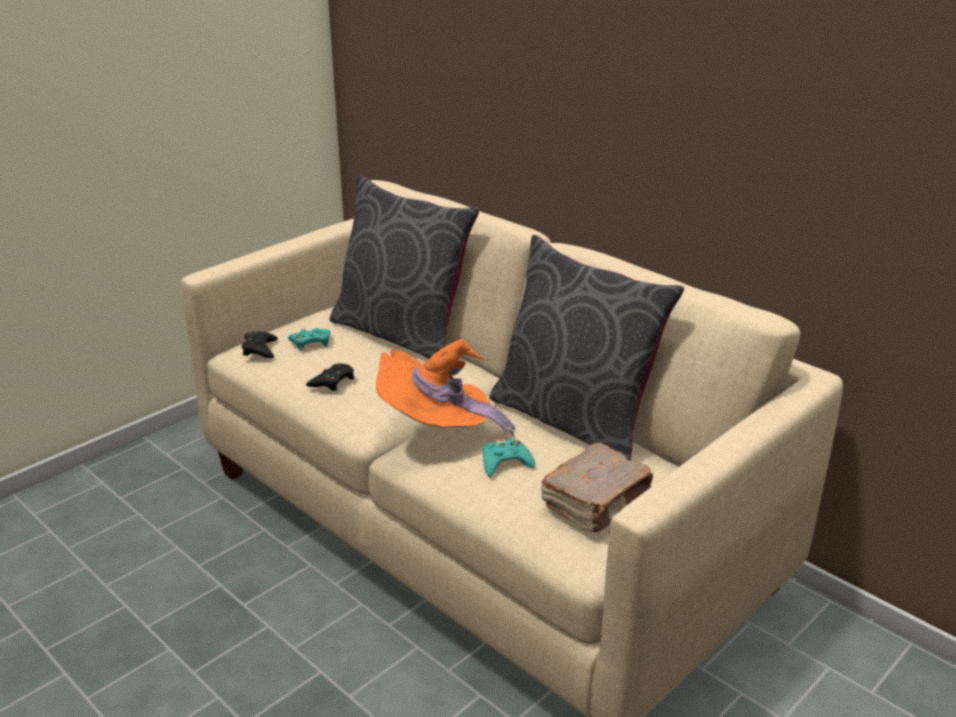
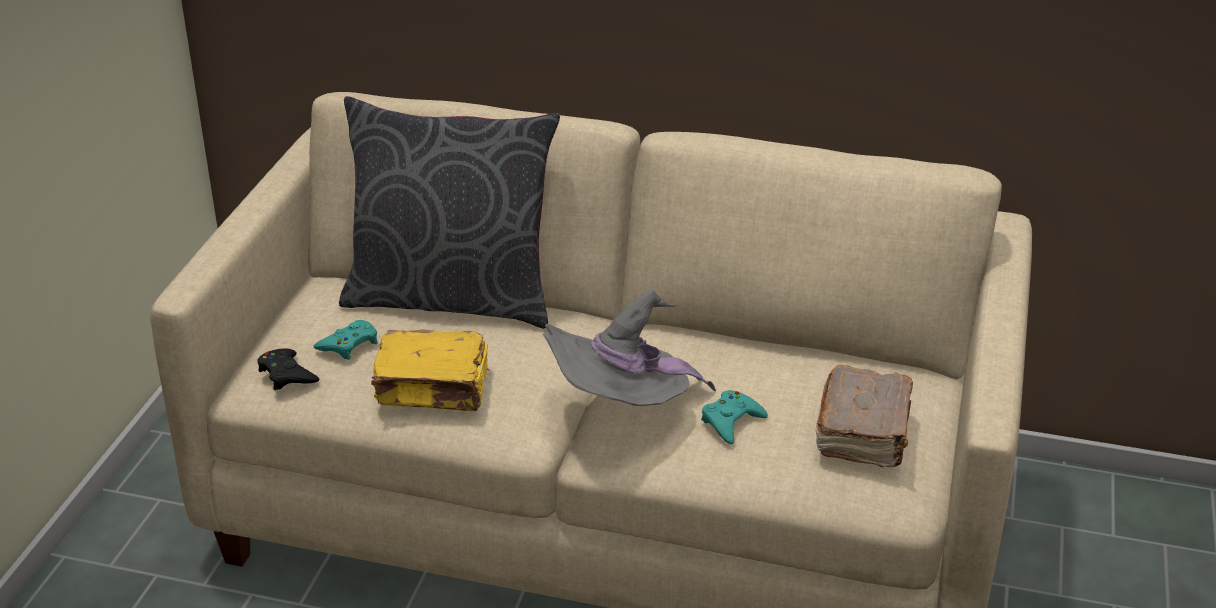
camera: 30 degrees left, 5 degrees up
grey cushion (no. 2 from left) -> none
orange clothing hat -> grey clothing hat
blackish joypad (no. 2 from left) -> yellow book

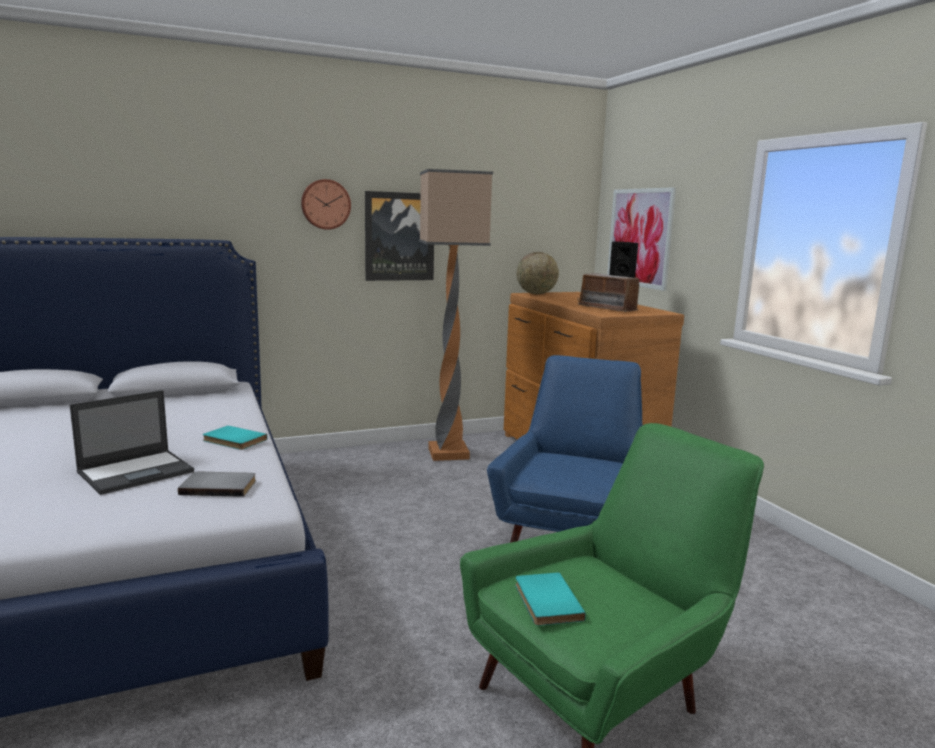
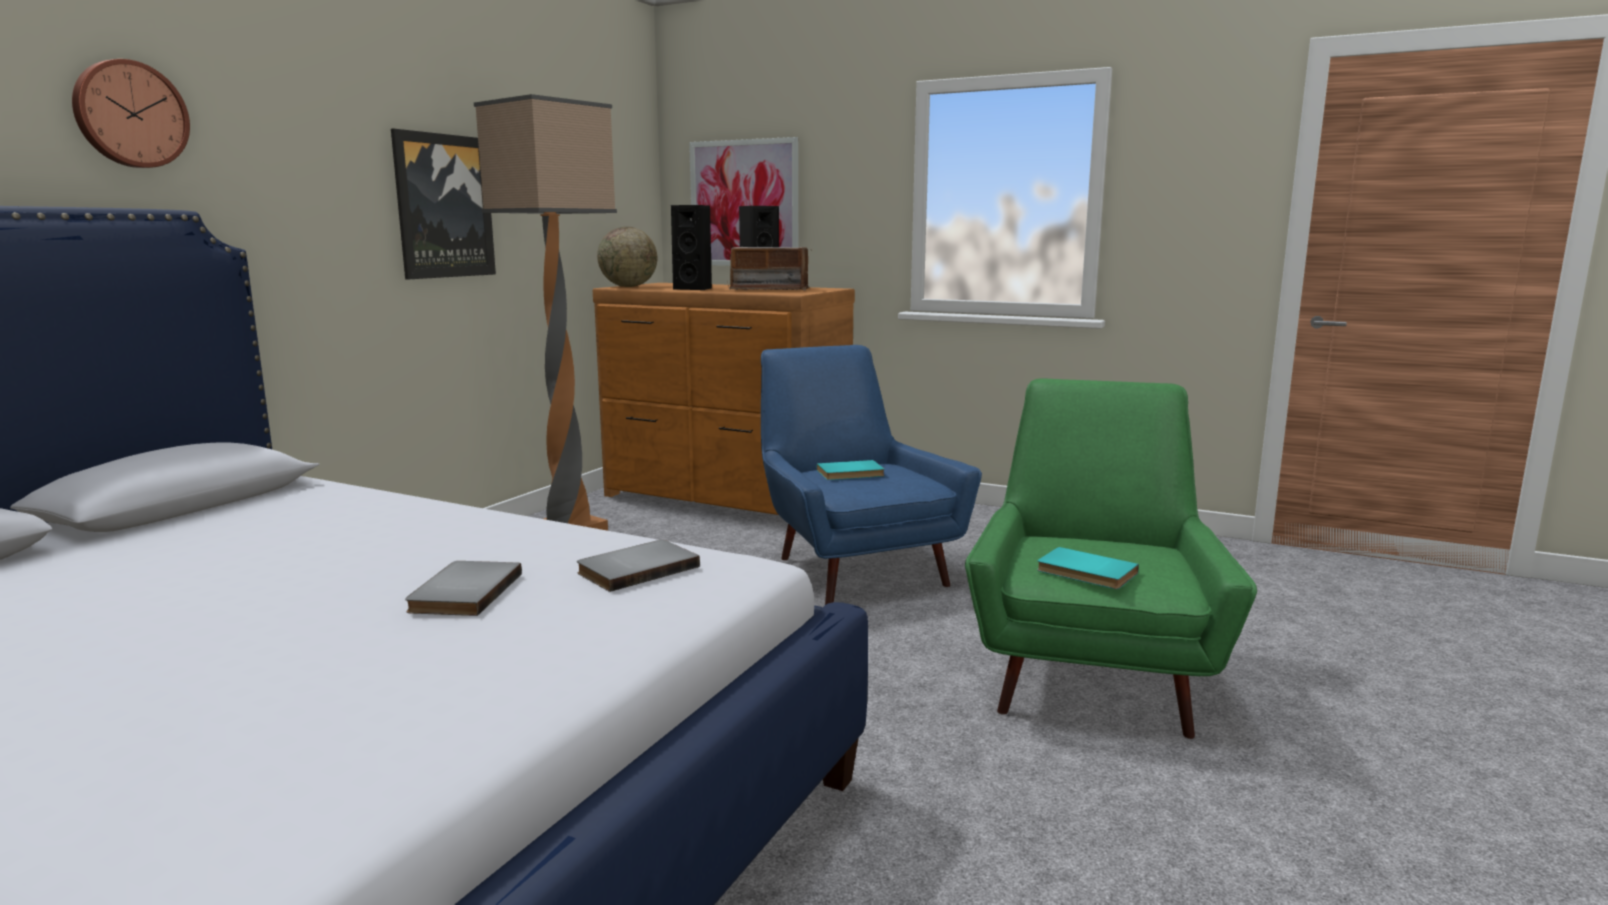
camera: 40 degrees left, 0 degrees up
hanging clock, relocated
laptop -> grey book (no. 1 from left)
turquoise-coloured book (no. 1 from left), relocated
none -> blackish audio speaker (no. 1 from left)

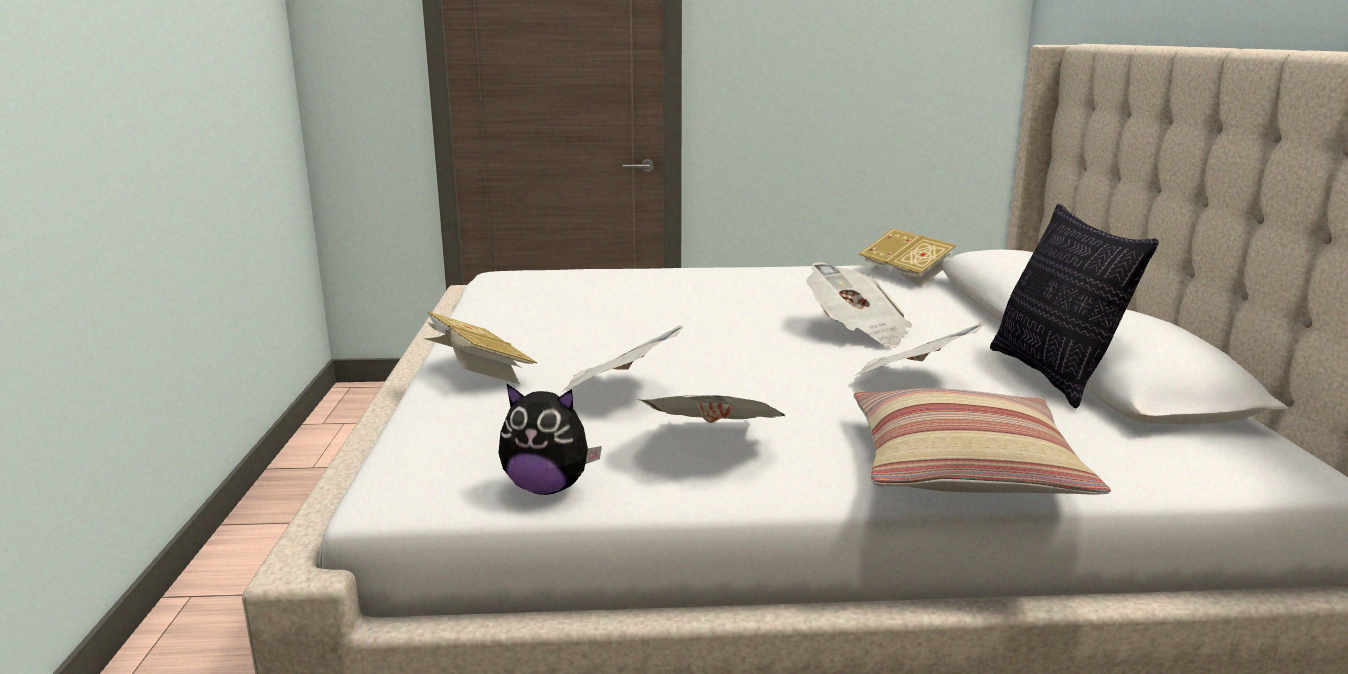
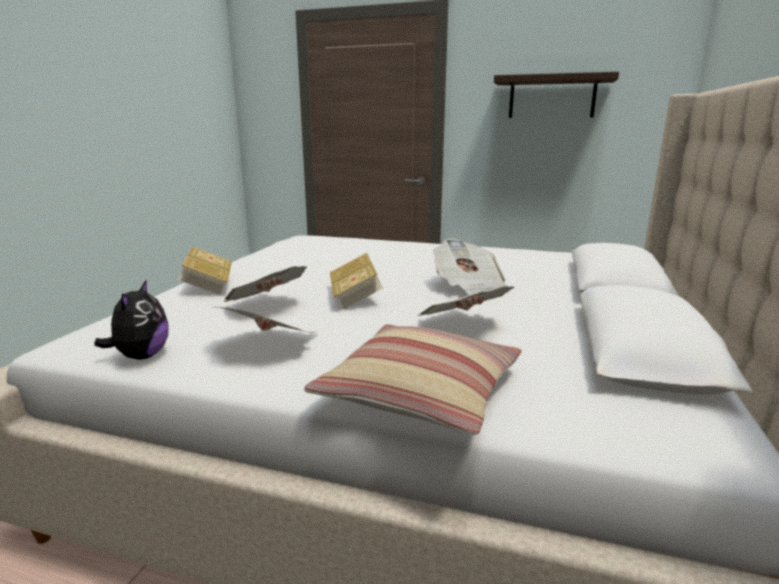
camera: 20 degrees right, 0 degrees up
cushion (no. 2 from left) -> none
book (no. 2 from left), relocated
plush toy, 120 degrees counterclockwise
none -> wall shelf

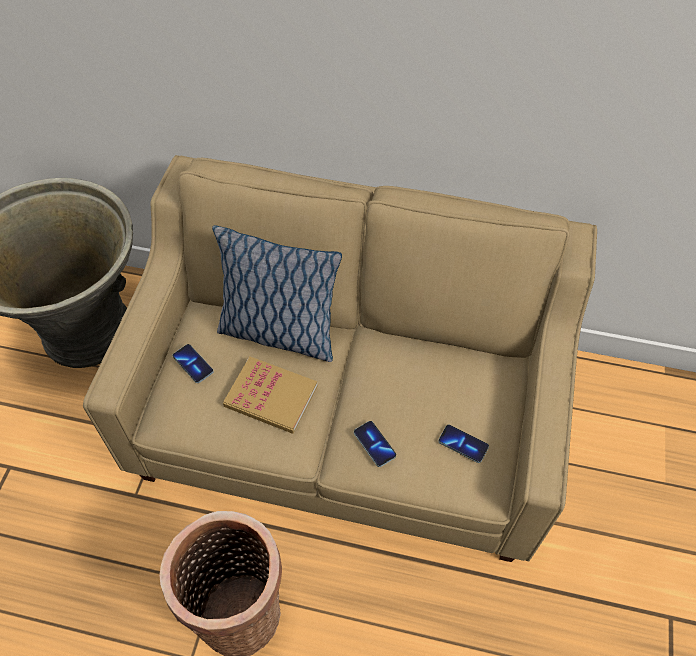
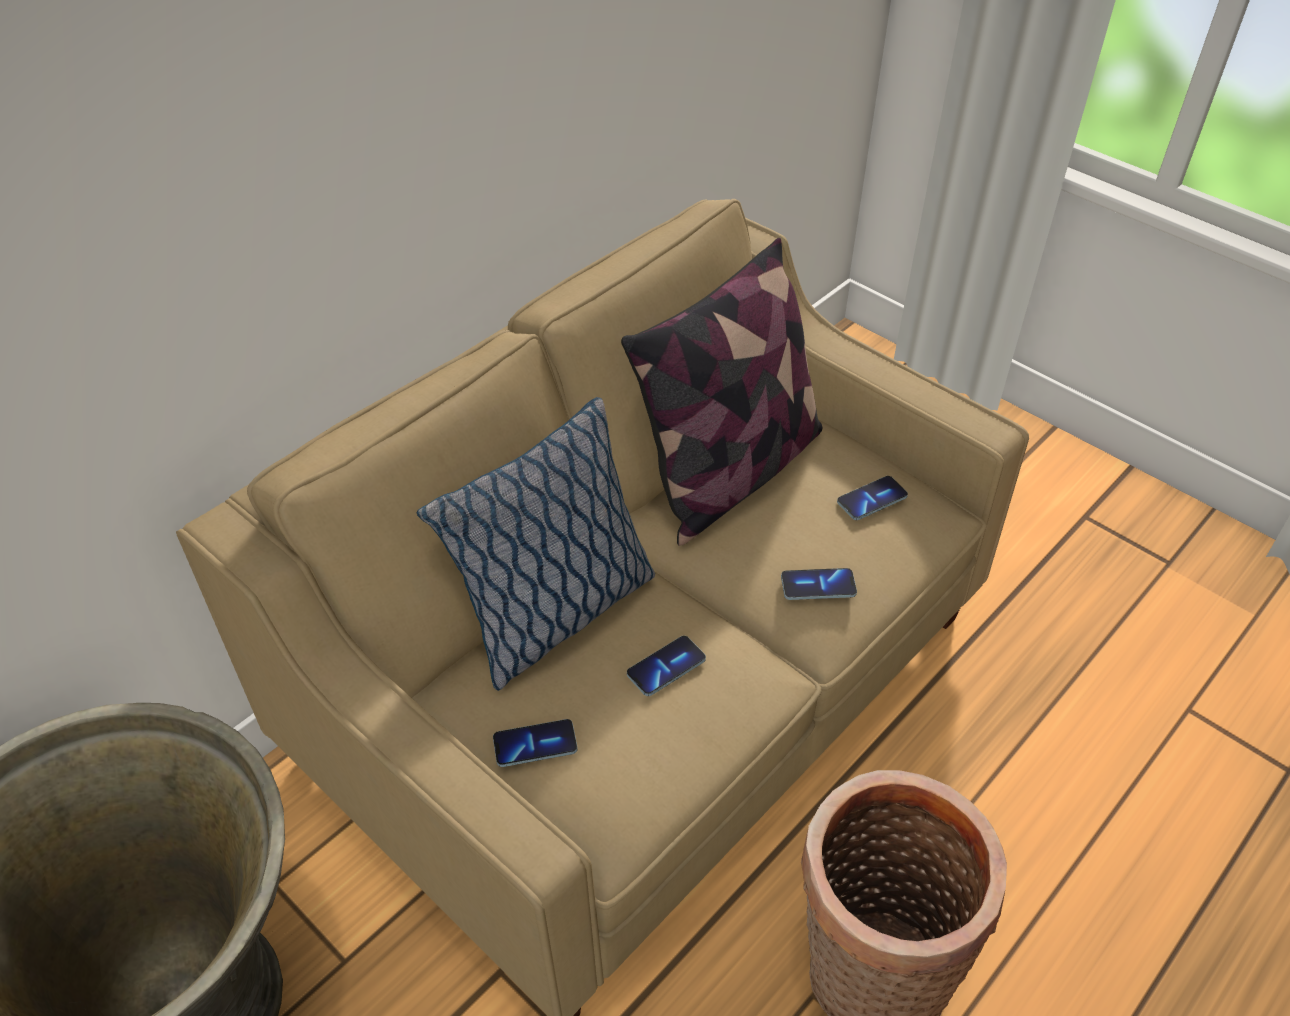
camera: 60 degrees left, 10 degrees down
book -> handset (no. 2 from left)
none -> cushion (no. 2 from left)

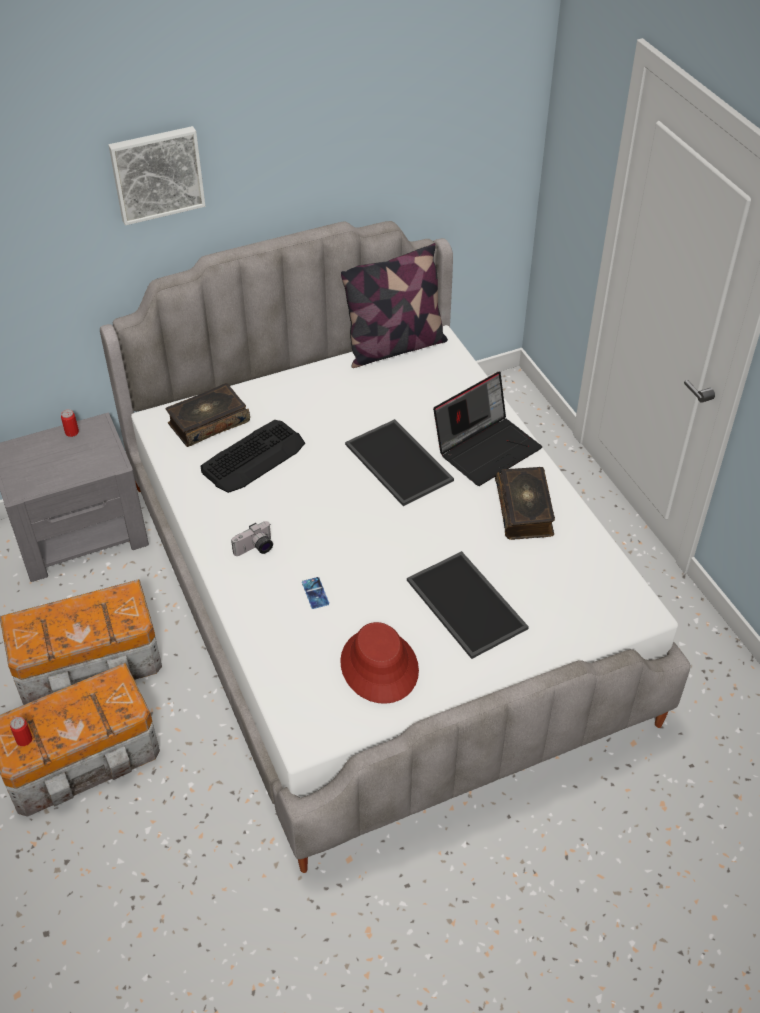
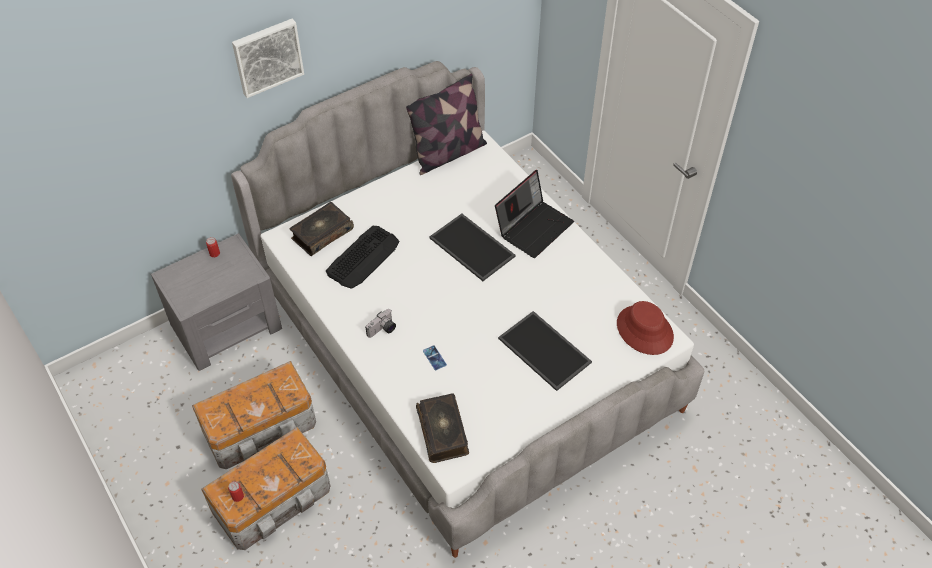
camera: 10 degrees left, 5 degrees up
book (no. 2 from left), relocated
red-coloured clothing hat, relocated

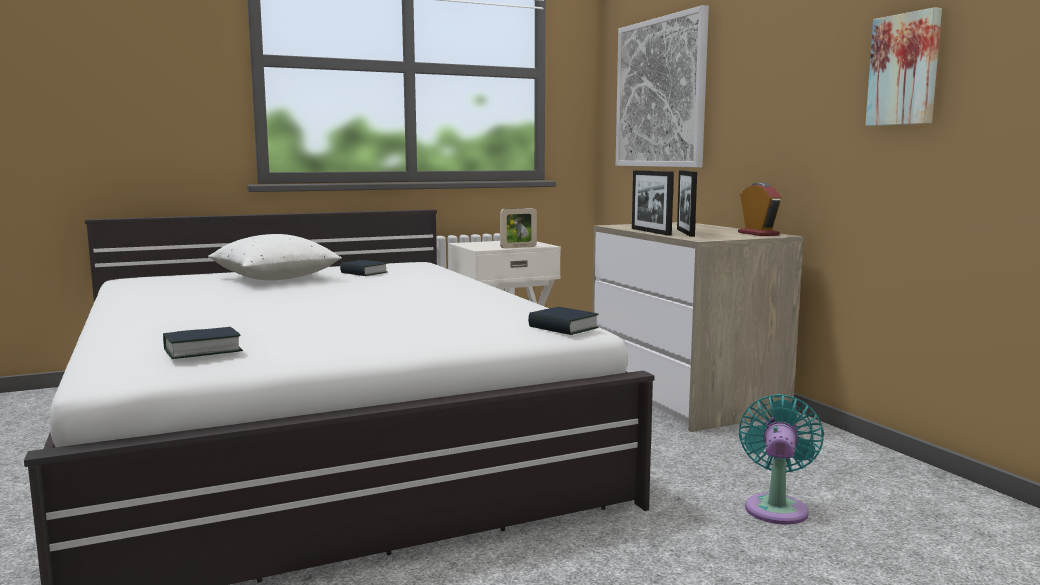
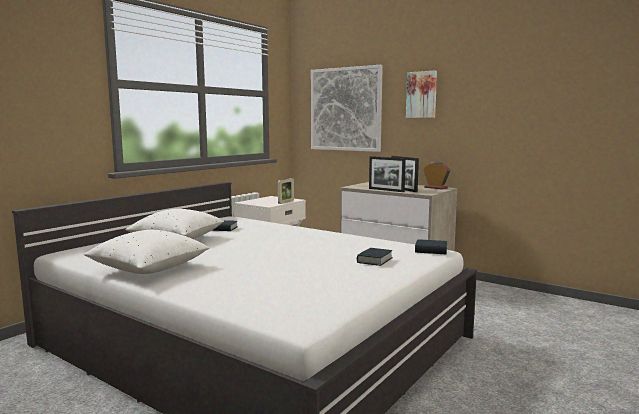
camera: 30 degrees left, 0 degrees up
wall art (no. 2 from left), relocated
book (no. 1 from left in the first image) -> book (no. 2 from left), relocated
turquoise-coloured fan -> none
none -> white cushion (no. 1 from left)

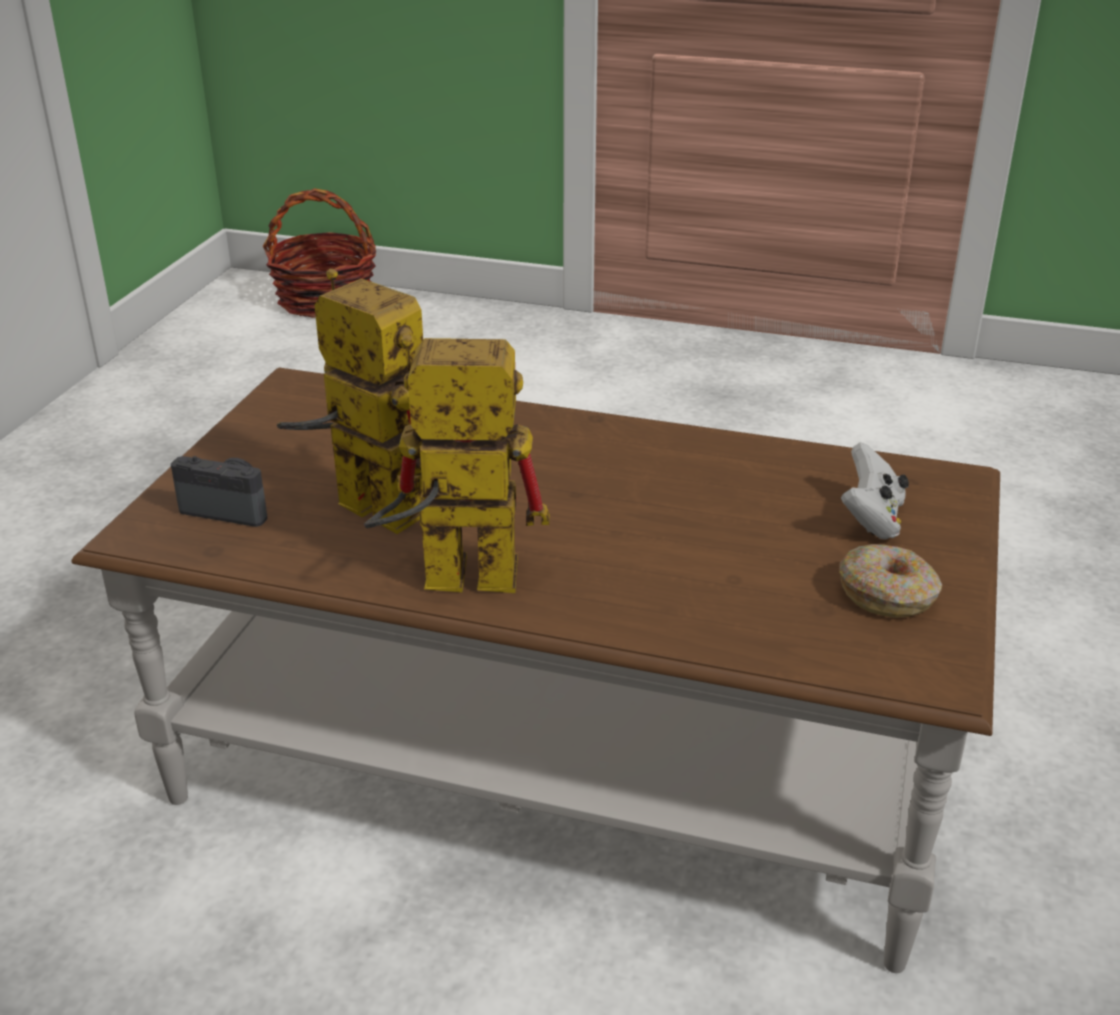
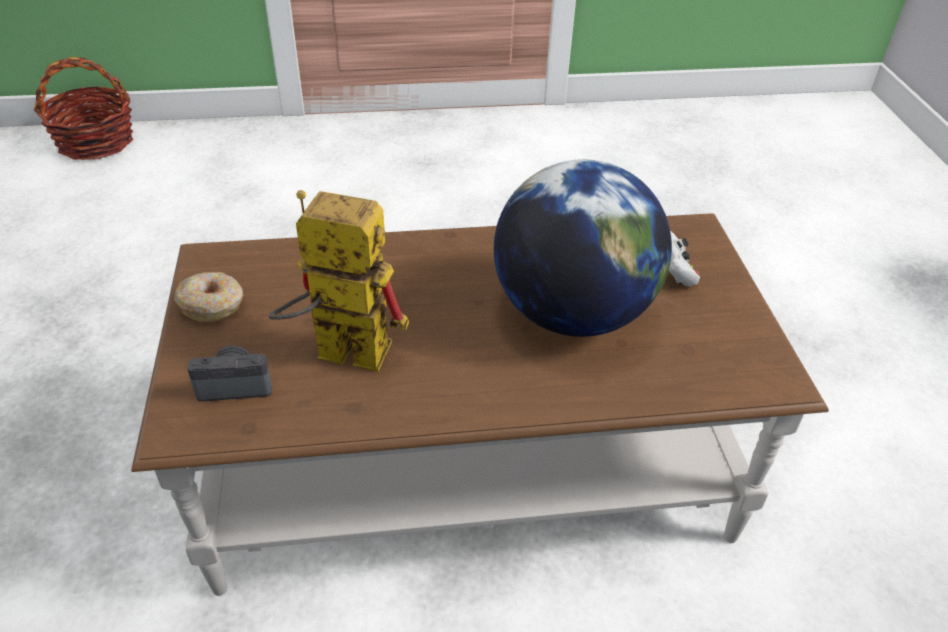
camera: 25 degrees left, 10 degrees up
model robot (no. 2 from left) -> none
ring doughnut, relocated
none -> desk globe

